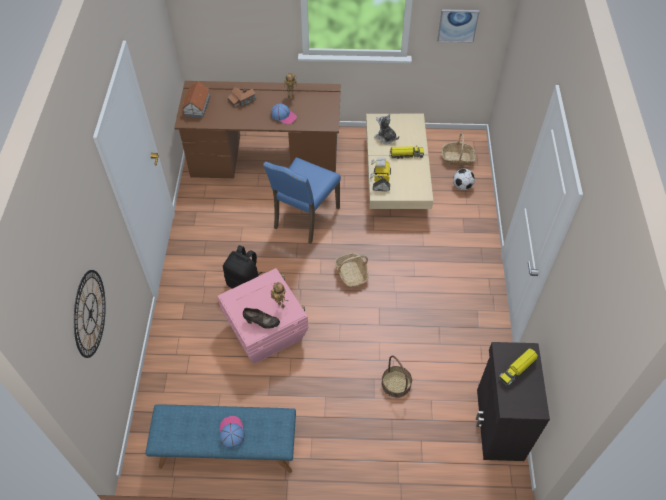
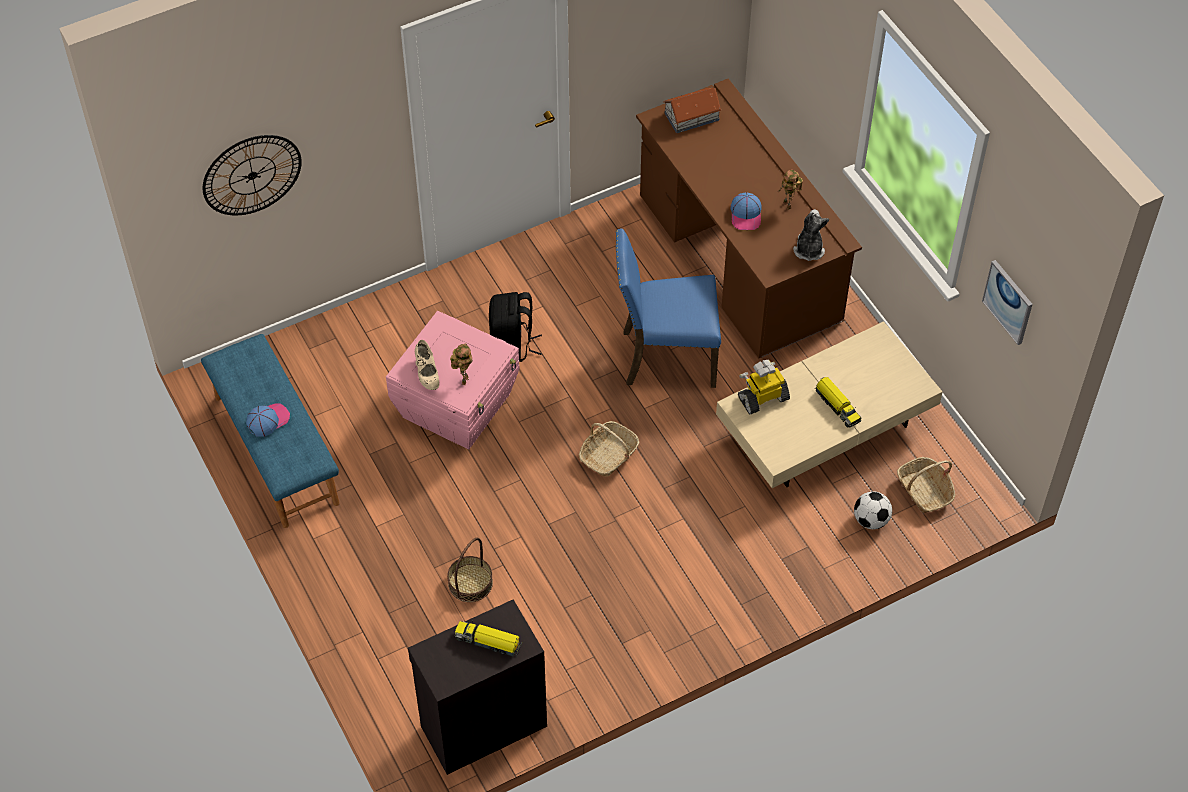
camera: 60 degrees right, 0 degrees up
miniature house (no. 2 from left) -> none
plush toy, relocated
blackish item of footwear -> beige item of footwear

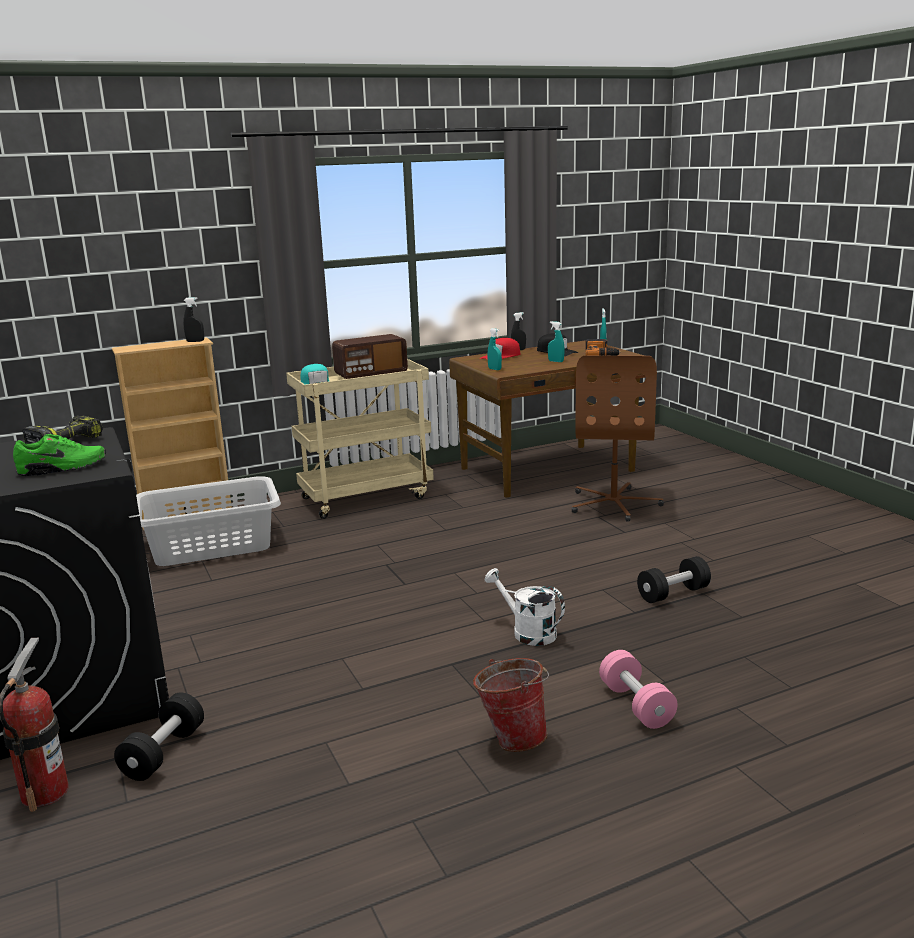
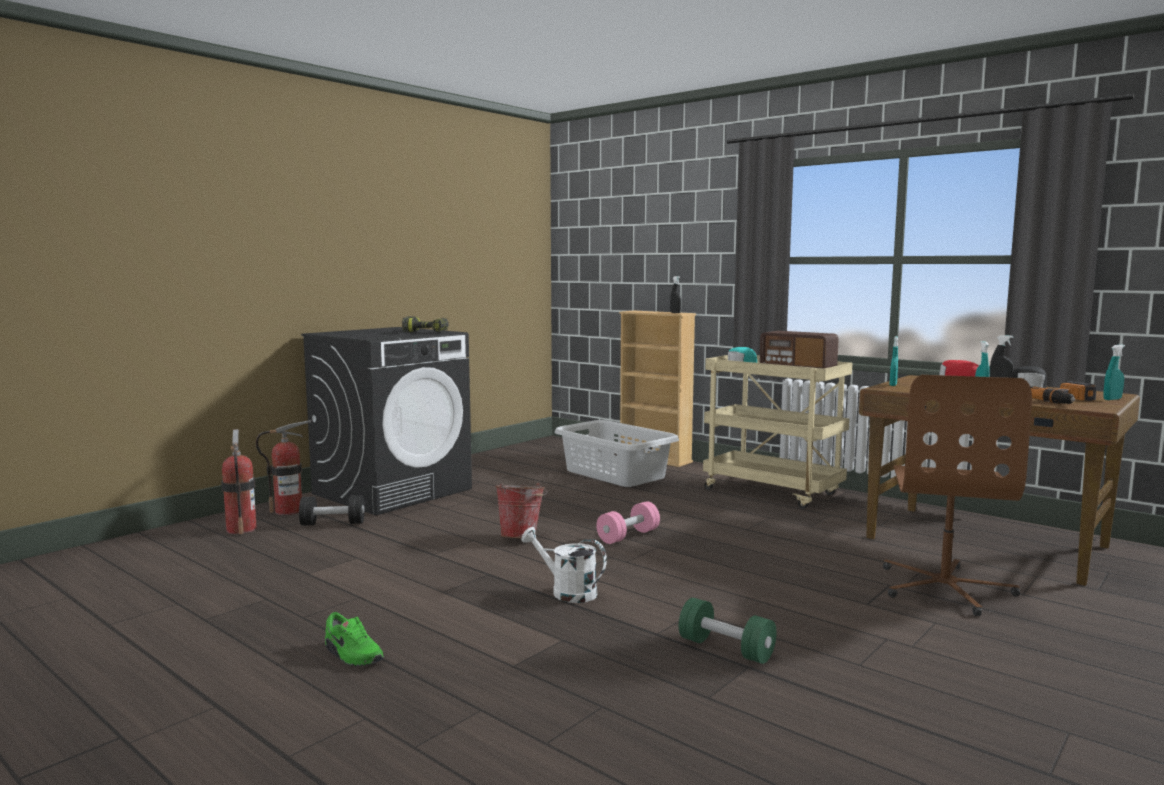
camera: 65 degrees right, 10 degrees down
brown-coloured desk chair, 60 degrees counterclockwise
greenish item of footwear, relocated
blackish free weight (no. 2 from left) -> greenish free weight
white sprinkling can, 75 degrees counterclockwise
pink-coloured free weight, relocated
water bucket, relocated
none -> extinguisher (no. 1 from left)

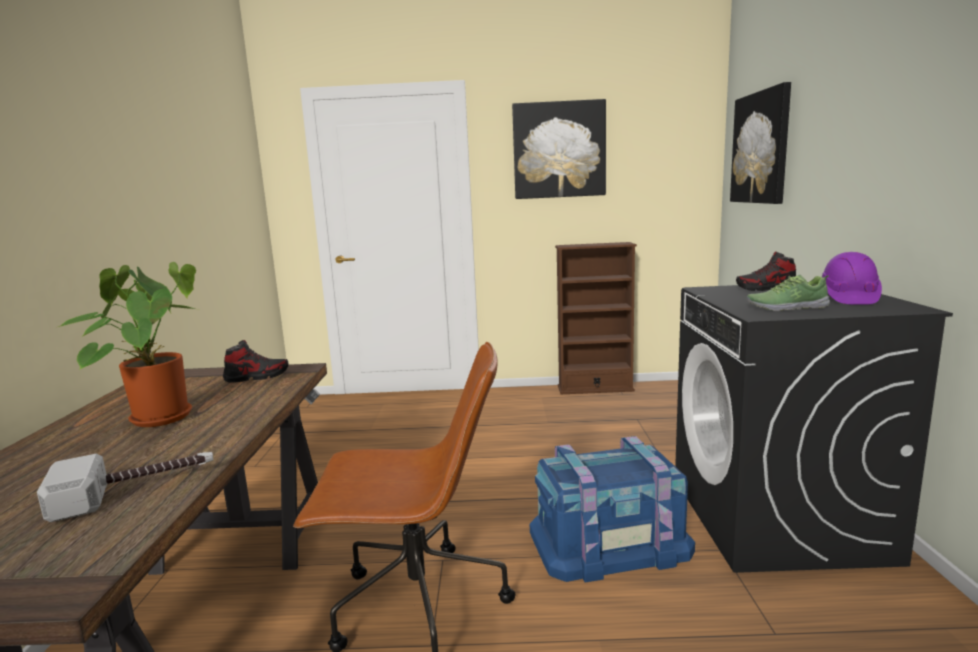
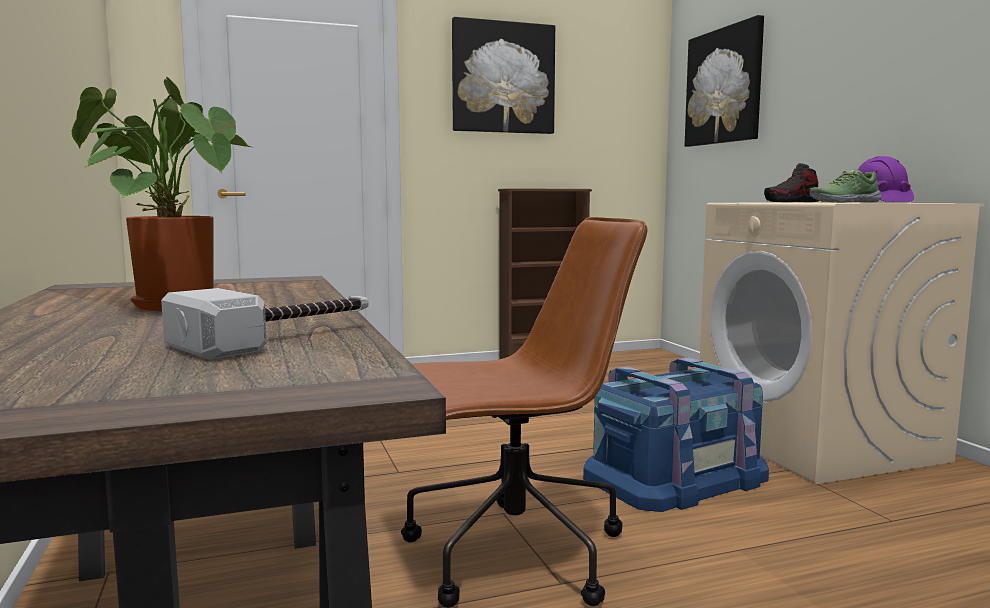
camera: 20 degrees left, 5 degrees down
blackish laundry machine -> beige laundry machine
item of footwear (no. 1 from left) -> none

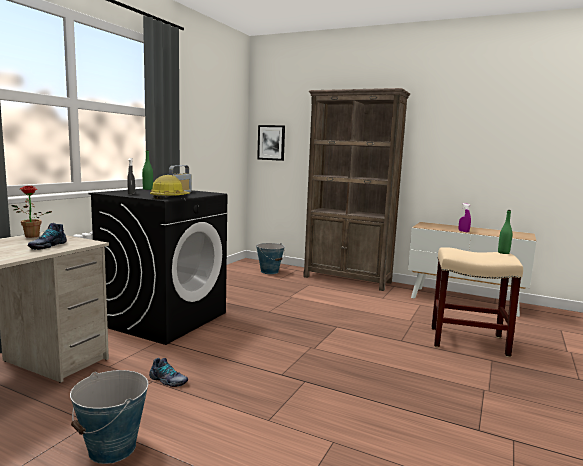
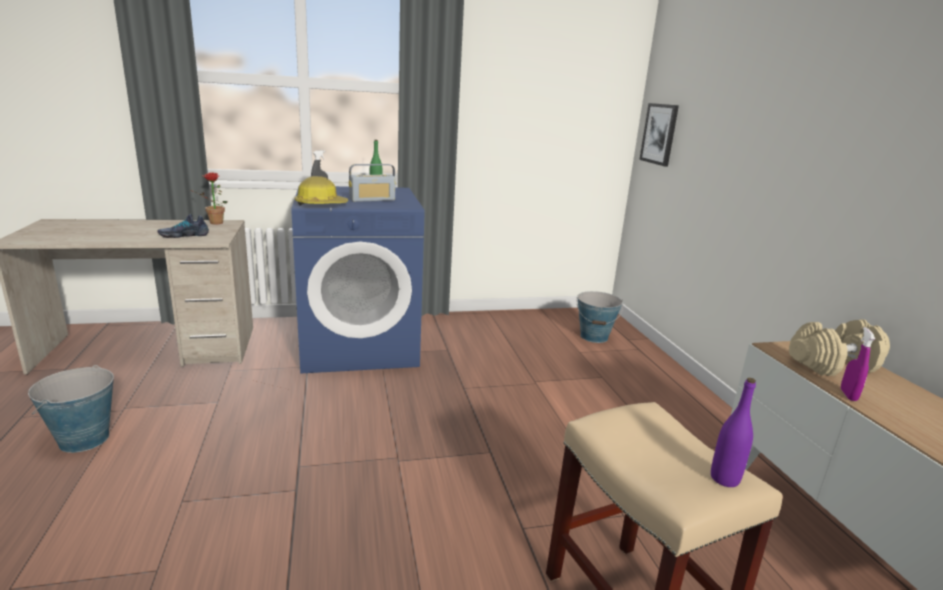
camera: 50 degrees right, 10 degrees up
brown-coloured bookshelf -> none
blackish laundry machine -> bluish laundry machine
greenish beverage bottle (no. 2 from left) -> purple-coloured beverage bottle
item of footwear (no. 2 from left) -> none
none -> beige free weight

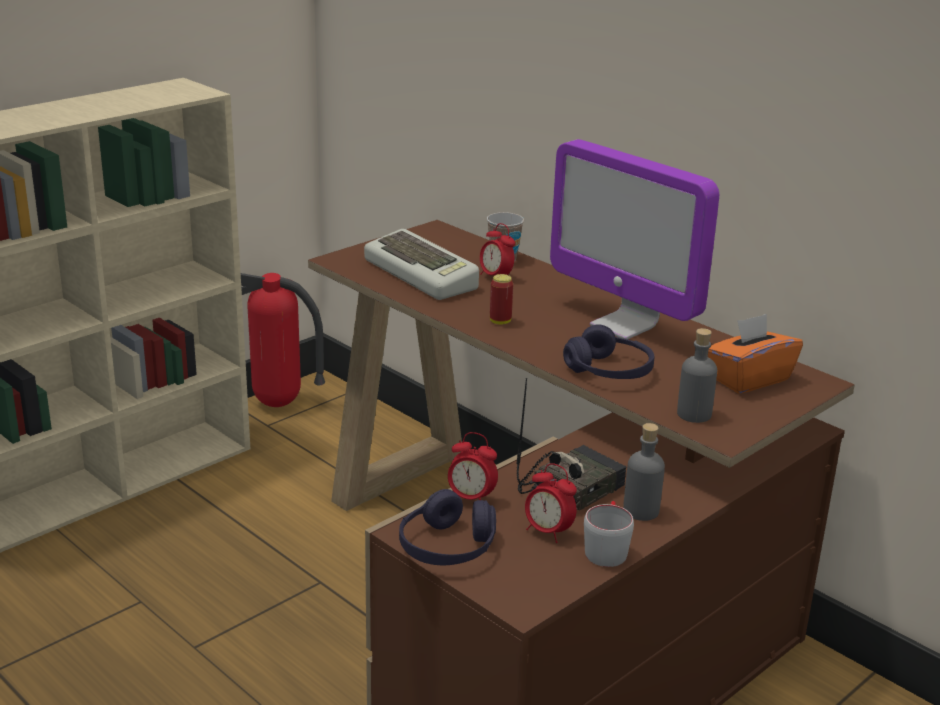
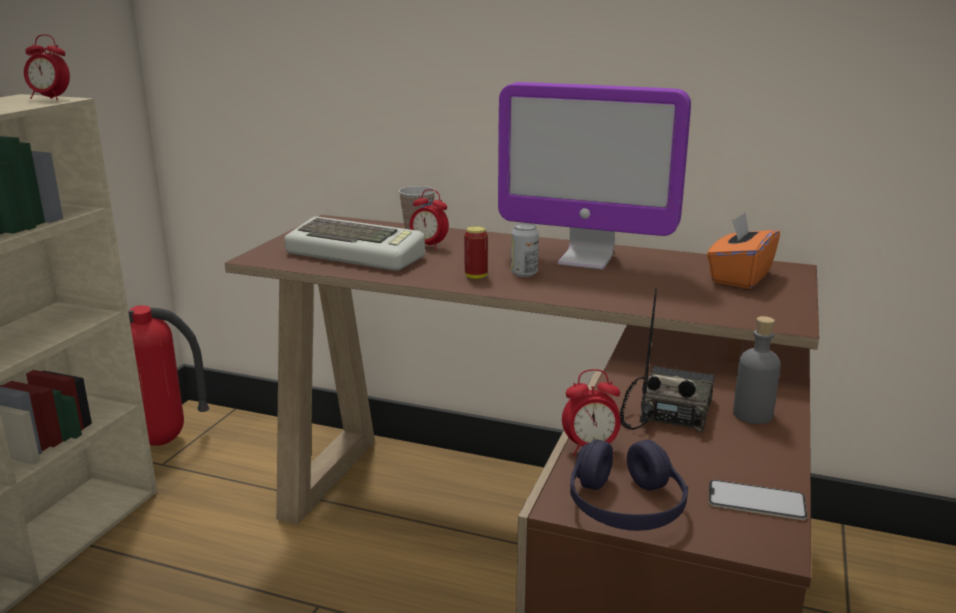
camera: 25 degrees left, 5 degrees down
purple-coloured pair of headphones (no. 2 from left) -> none
grey beverage bottle (no. 2 from left) -> none
alarm clock (no. 3 from left in the first image) -> alarm clock (no. 1 from left), relocated
grey tea mug -> none
none -> metal can (no. 2 from left)
none -> handset

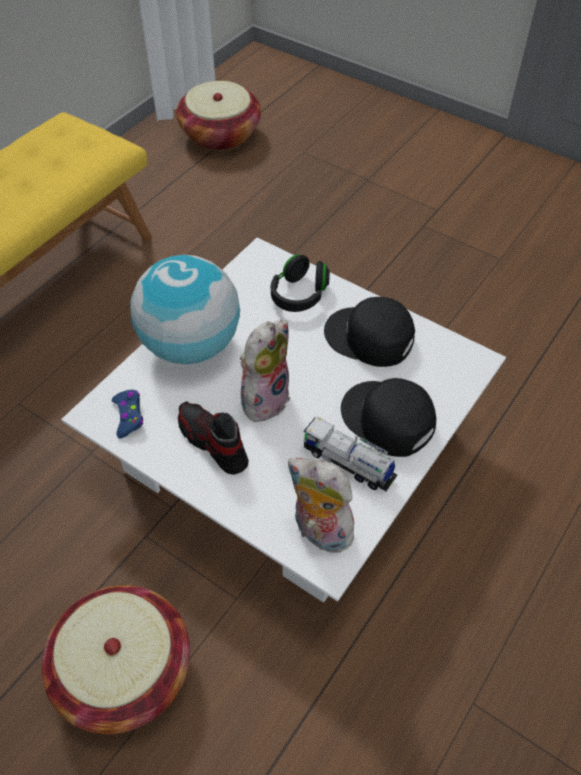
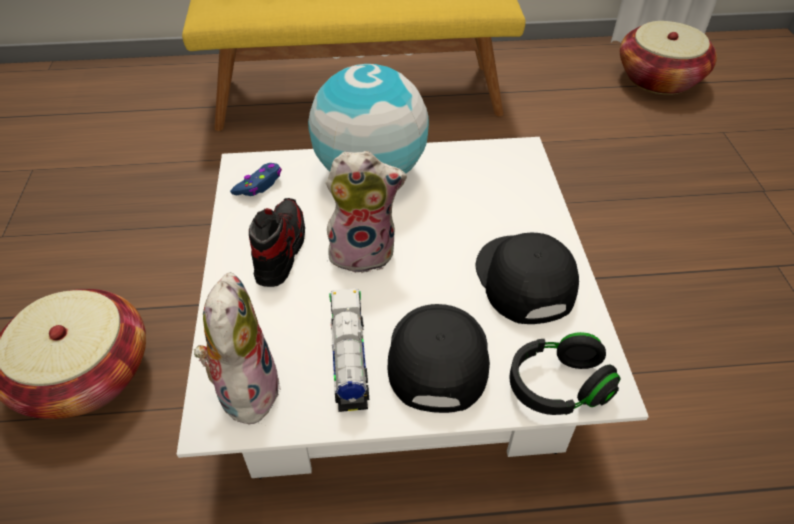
camera: 50 degrees right, 5 degrees down
blackish pair of headphones, relocated

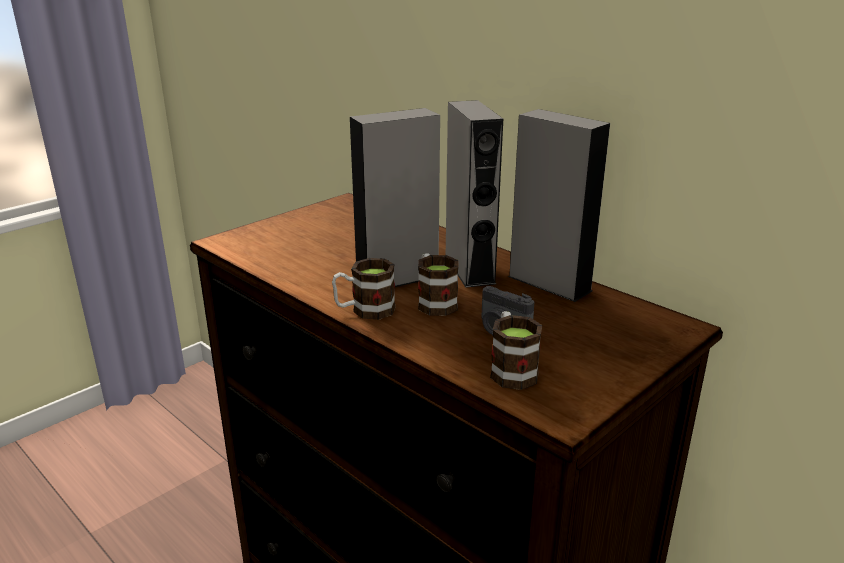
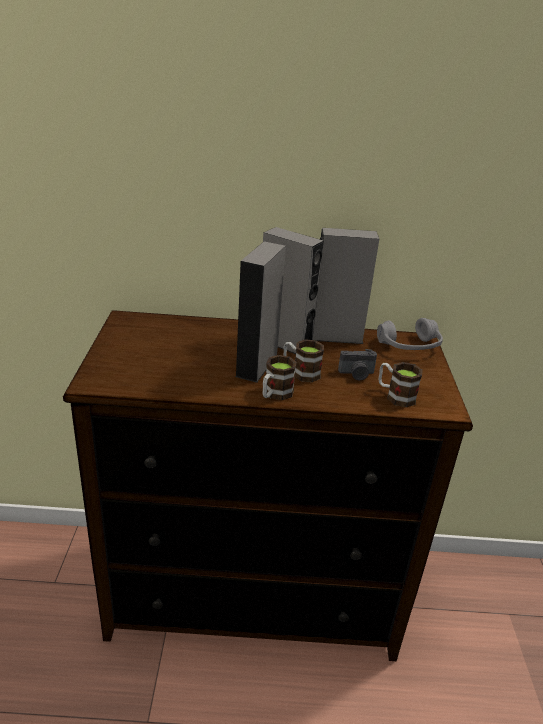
camera: 45 degrees left, 5 degrees up
none -> grey pair of headphones

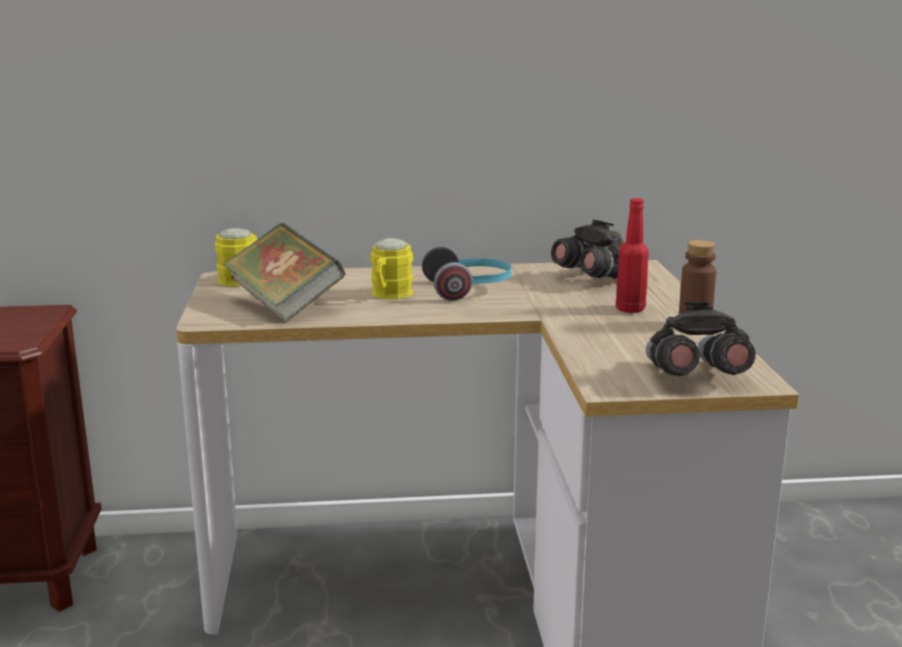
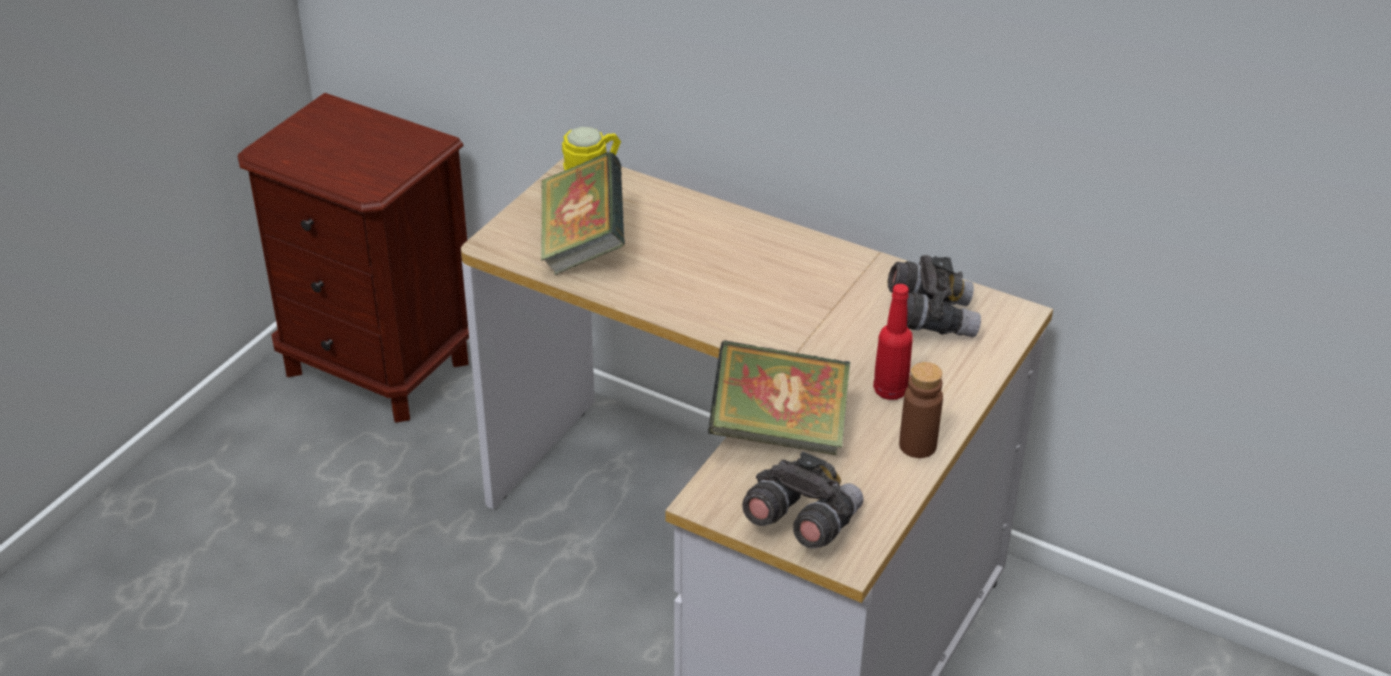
camera: 35 degrees right, 20 degrees up
yellow tea mug (no. 2 from left) -> none
pair of headphones -> none
none -> book (no. 2 from left)

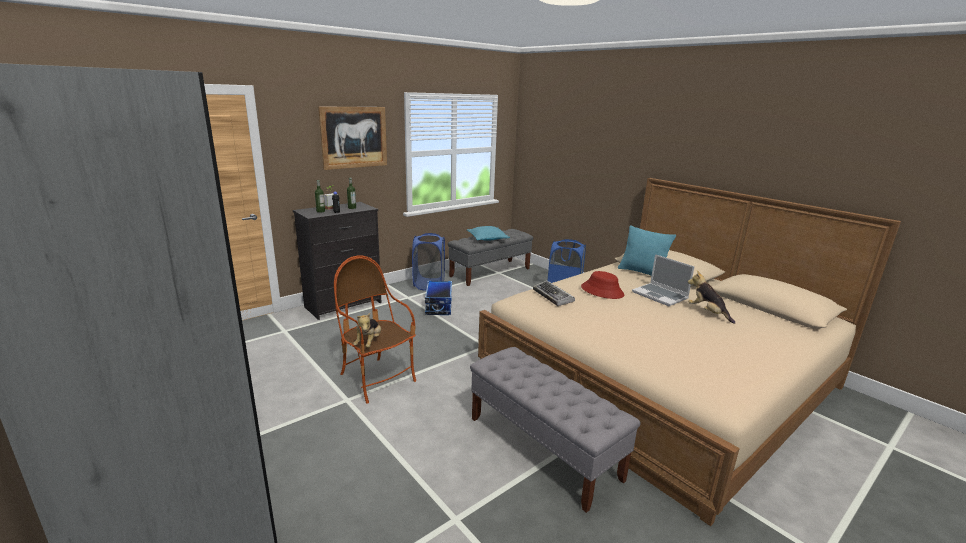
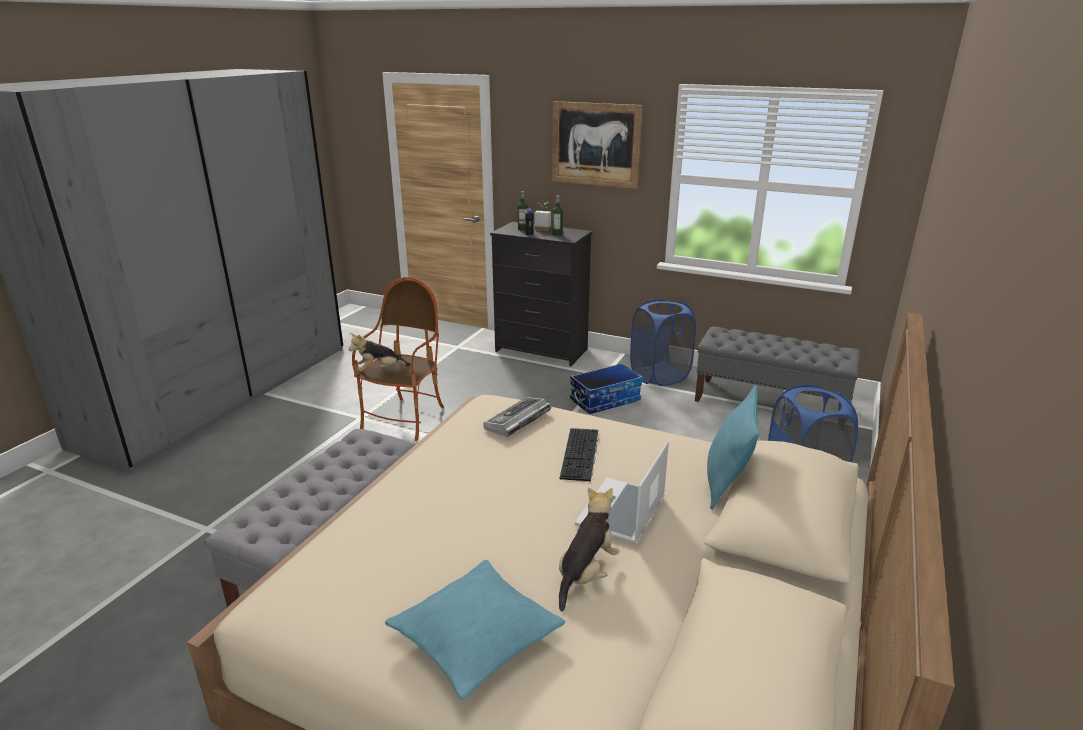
camera: 65 degrees right, 5 degrees up
turquoise-coloured cushion (no. 1 from left), relocated
red-coloured clothing hat -> computer keyboard (no. 2 from left)

